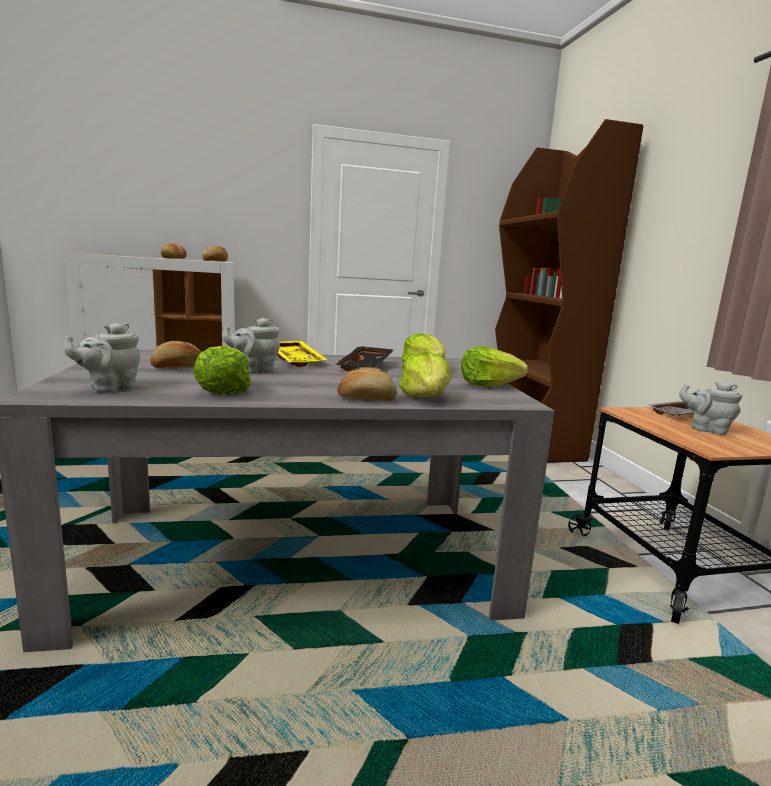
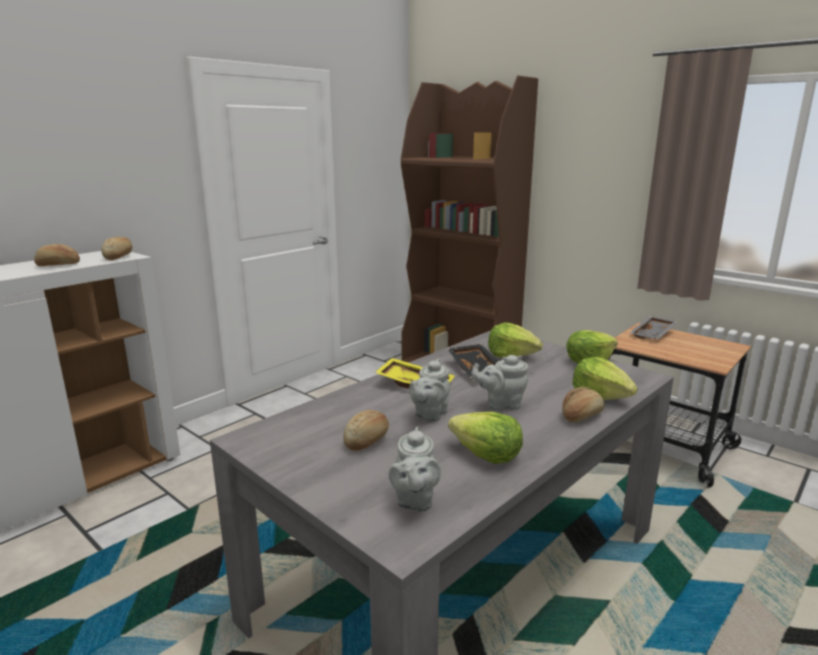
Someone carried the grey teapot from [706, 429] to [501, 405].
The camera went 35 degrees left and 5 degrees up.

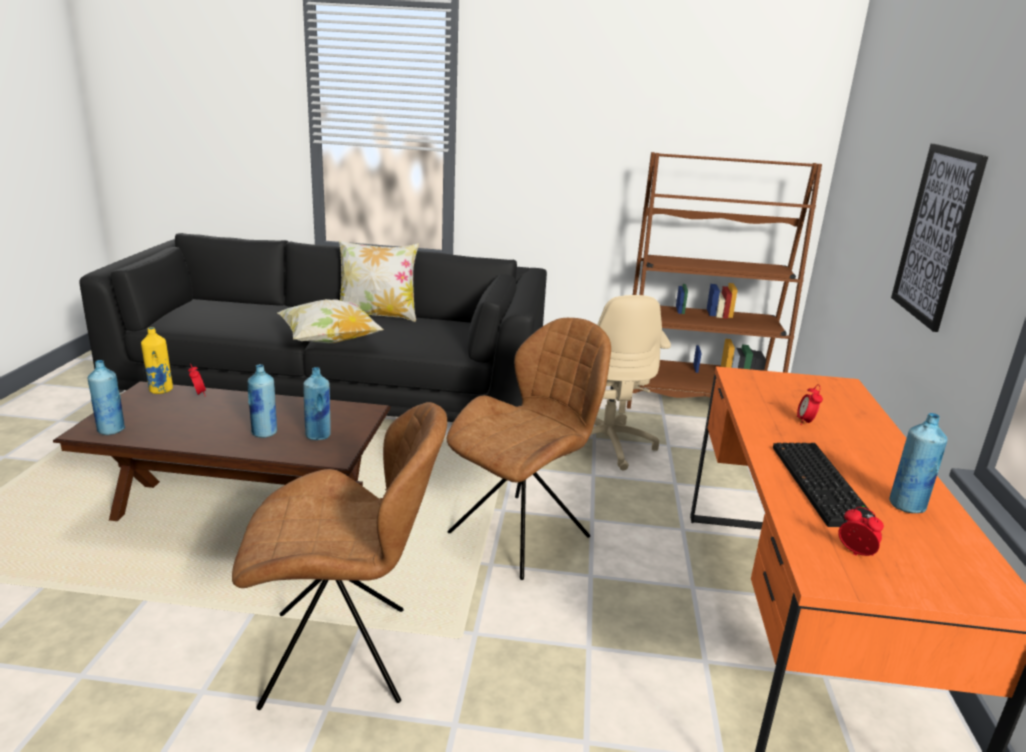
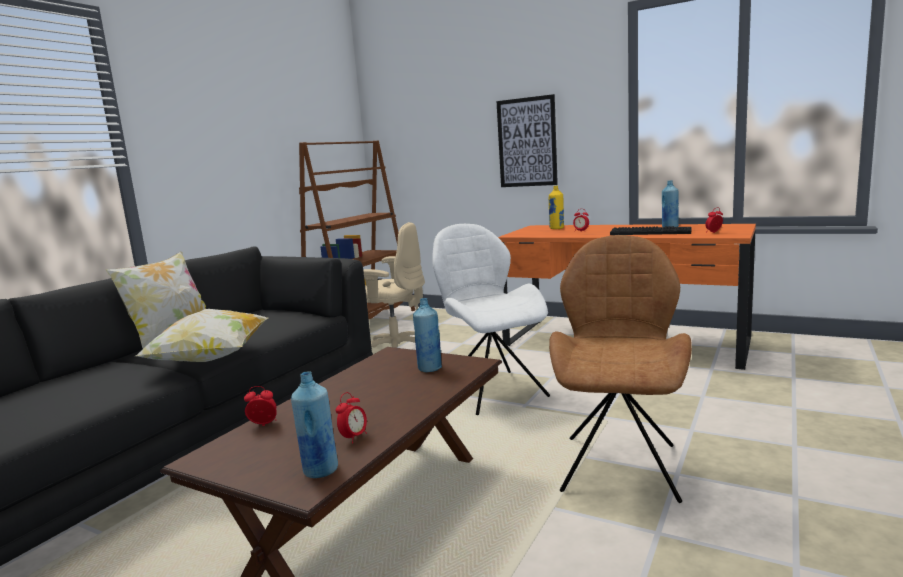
Someone repainted the brown chair at [523, 533], which became the white chair at [492, 390].
Someone carried the yellow bottle from [160, 390] to [556, 228].
Someone took away the blue bottle at [264, 433].
Someone put down the alarm clock at [354, 437].
The camera went 65 degrees left and 10 degrees down.

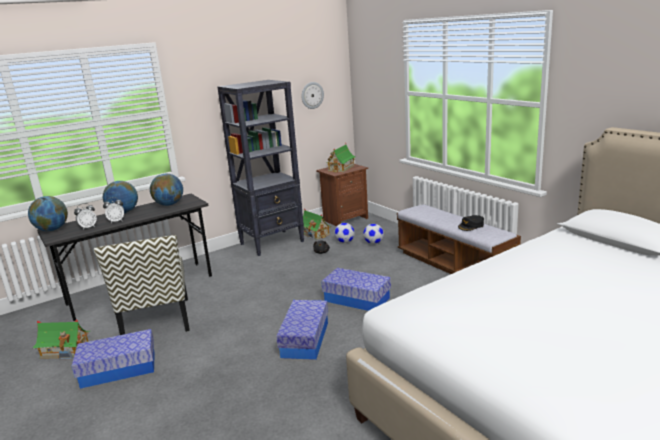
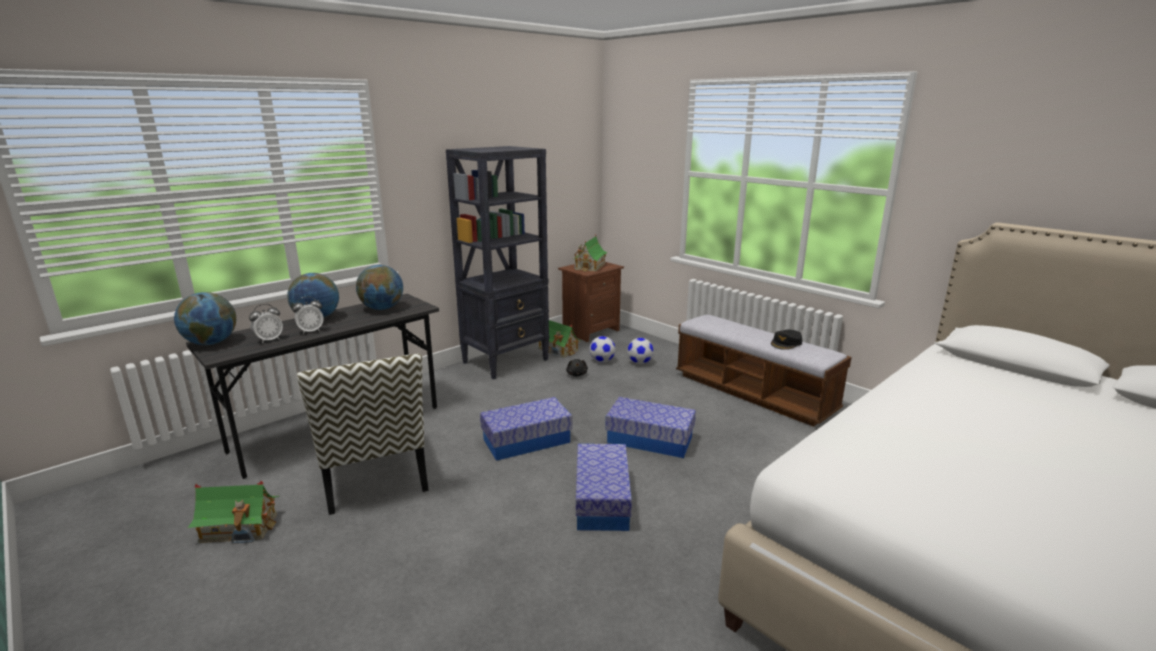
Someone took away the wall clock at [312, 95].
Someone carried the storage box from [119, 369] to [526, 441].
The camera went 10 degrees left and 0 degrees up.

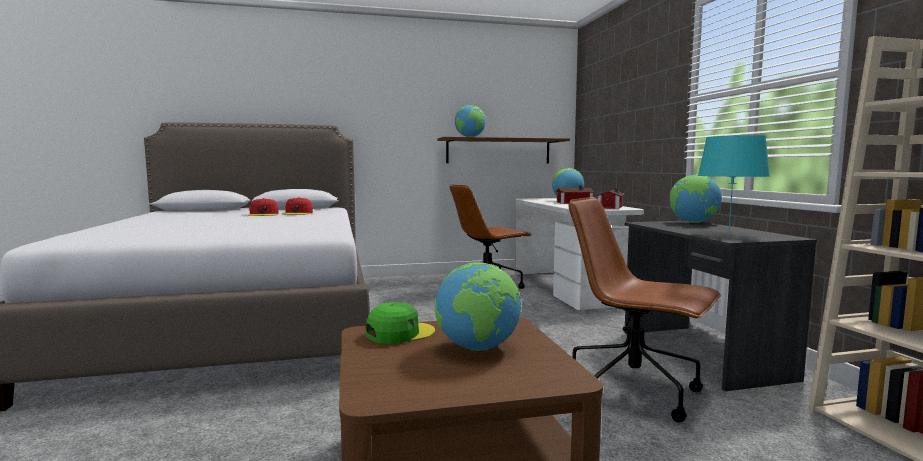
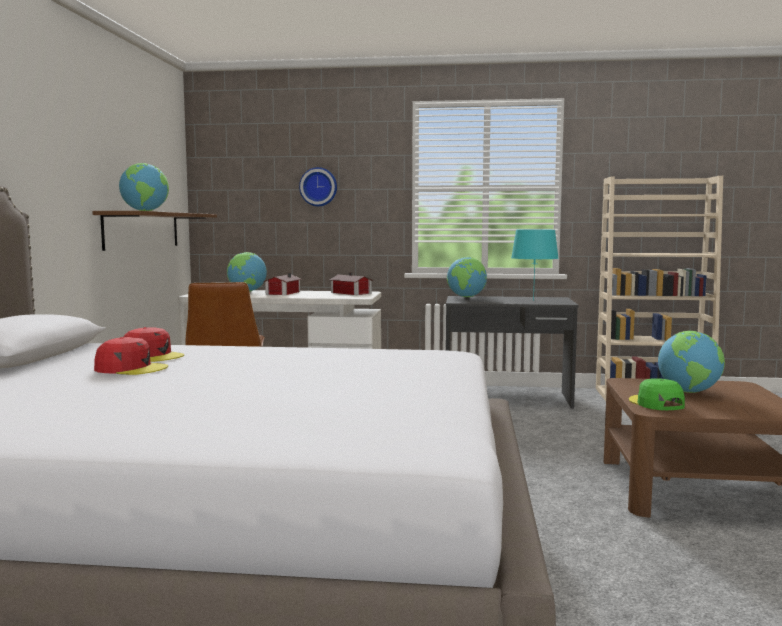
Someone took away the brown office chair at [635, 392].
Someone put up the wall clock at [318, 187].
The camera went 70 degrees left and 0 degrees up.

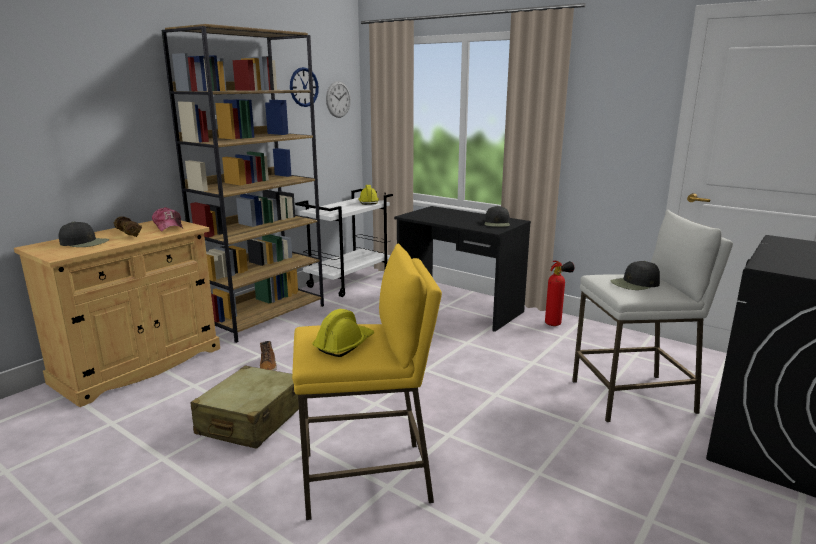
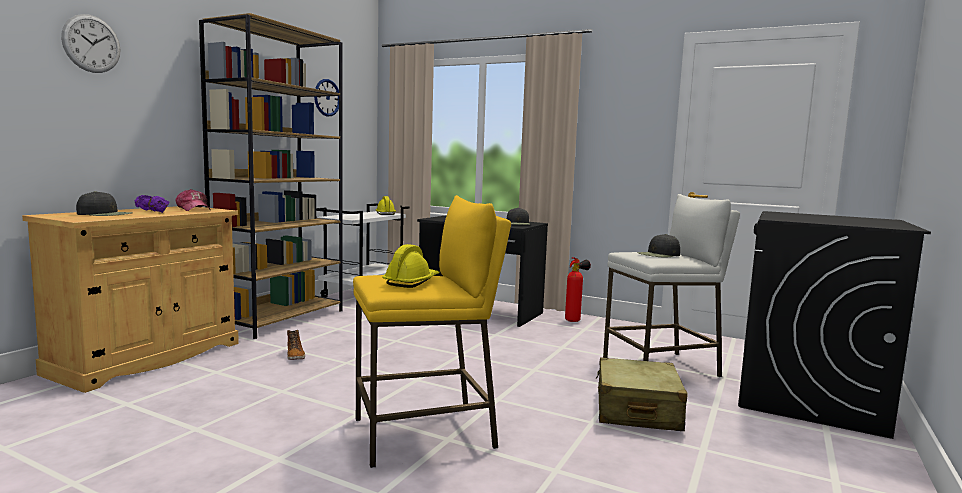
Someone carried the wall clock from [338, 99] to [91, 44].
Someone repainted the brown dumbbell at [128, 233], which became the purple dumbbell at [151, 211].
Someone carried the beige suitcase from [251, 420] to [637, 410].
The camera went 10 degrees left and 10 degrees down.

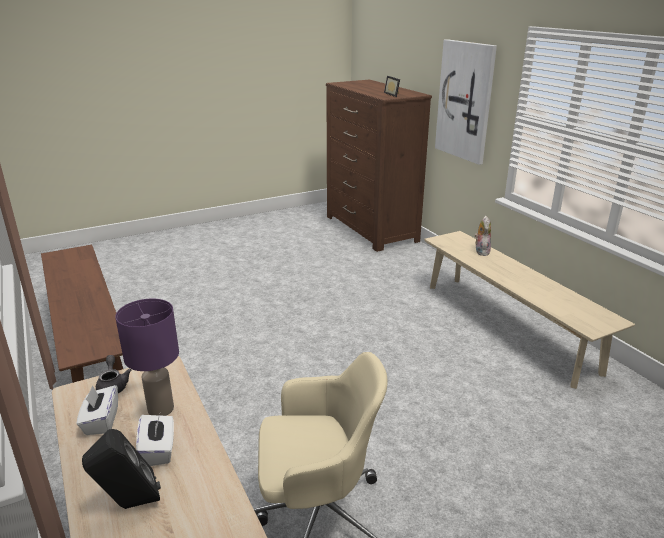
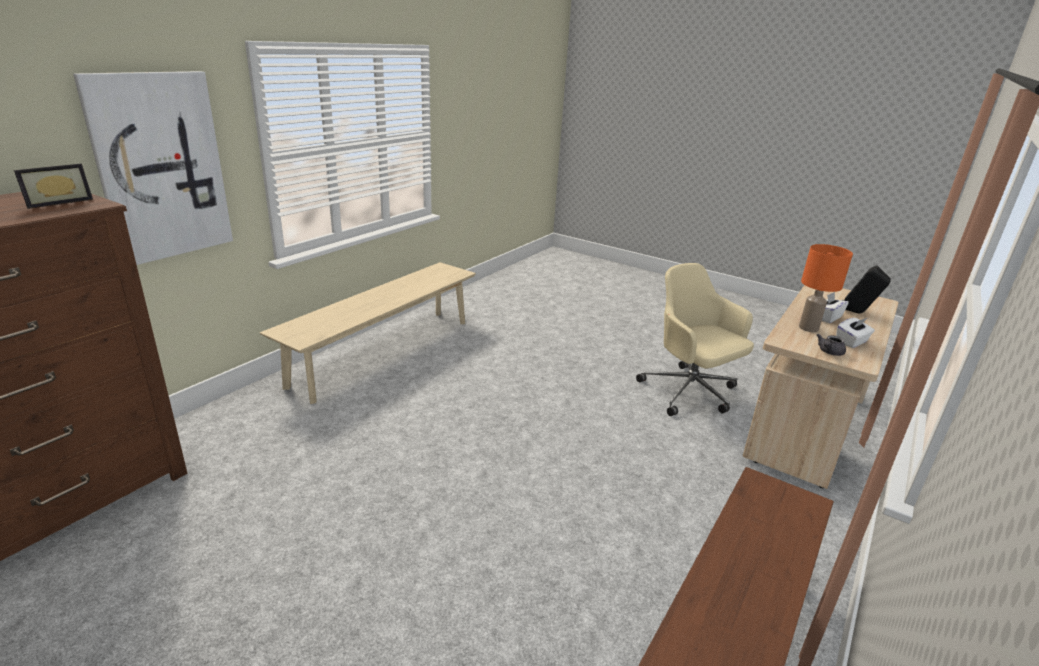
Someone took away the plush toy at [481, 251].
Someone repainted the purple table lamp at [161, 409], which became the orange table lamp at [808, 328].
The camera went 120 degrees left and 0 degrees up.

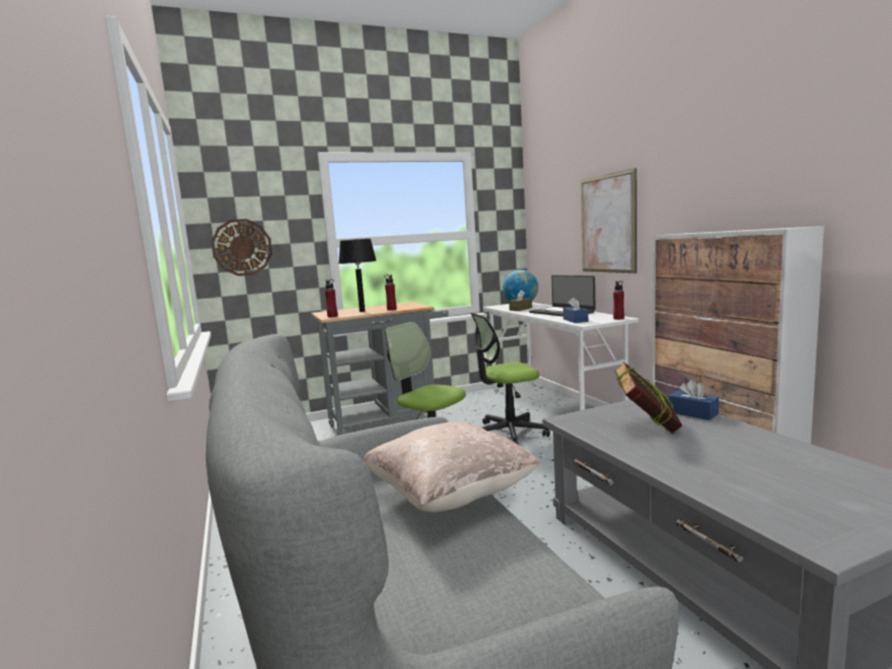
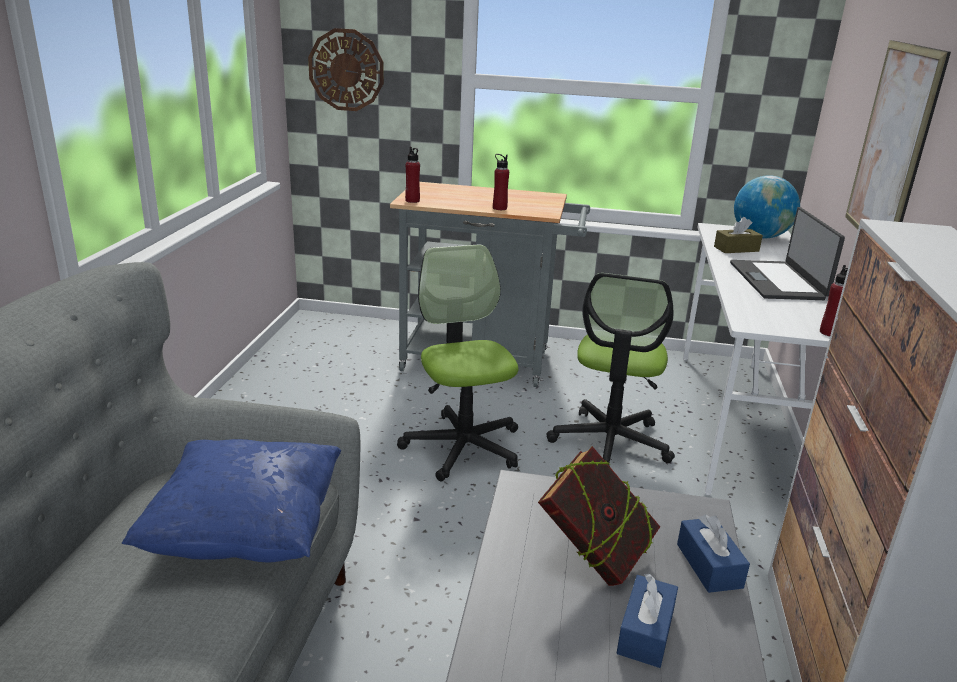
Someone took away the black table lamp at [362, 311].
Someone carried the blue tissue box from [575, 320] to [645, 632].
Someone rotated the office chair at [509, 433] by 90 degrees counterclockwise.
Someone repainted the beige pillow at [450, 496], which became the blue pillow at [246, 534].
The camera went 30 degrees right and 15 degrees up.

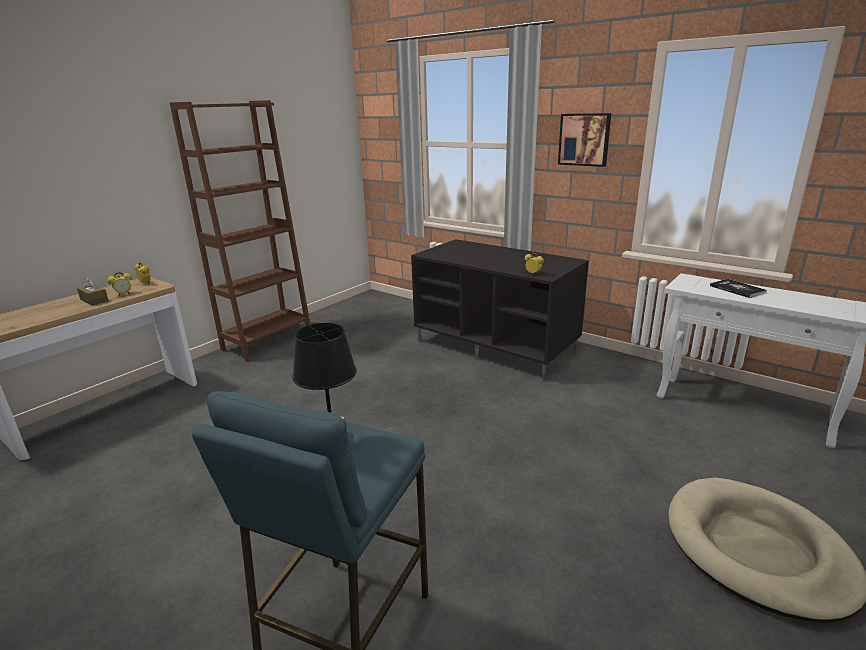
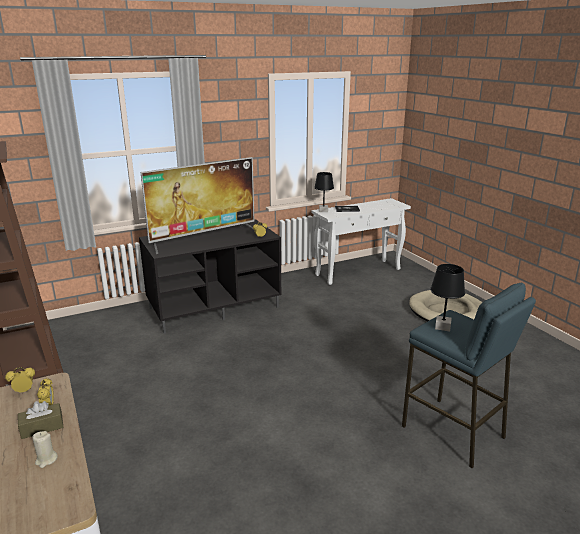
Someone took away the picture at [584, 139].
Someone put down the television at [204, 238].
Someone put down the black table lamp at [323, 211].
Someone put down the beige candle at [46, 460].
The camera went 65 degrees left and 0 degrees up.

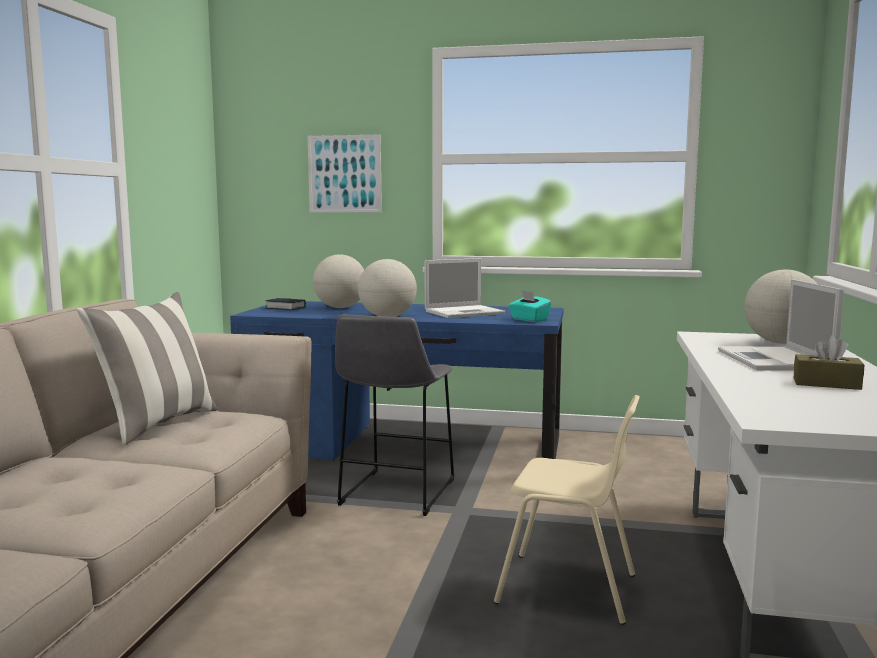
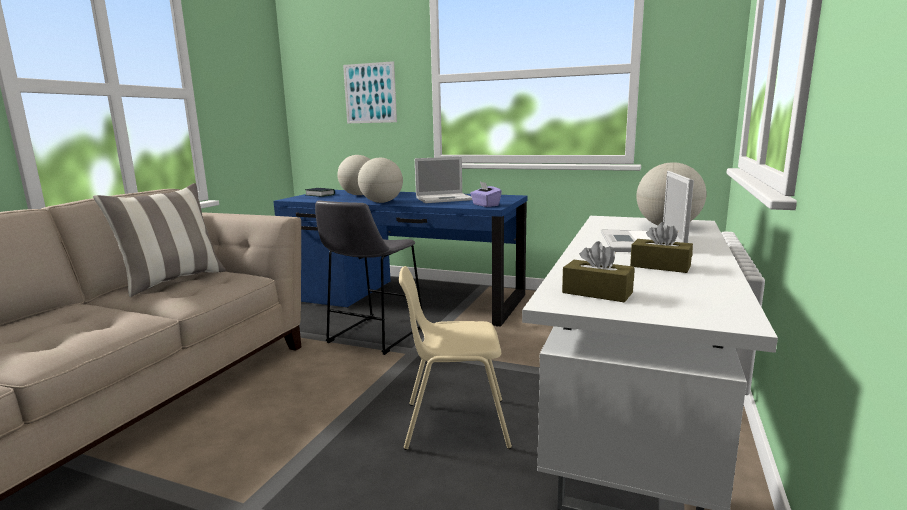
Someone repainted the turquoise tissue box at [529, 320], which became the purple tissue box at [485, 205].
Someone rotated the beige chair at [569, 589] by 150 degrees clockwise.
Someone put down the brown tissue box at [597, 293].
The camera went 10 degrees right and 5 degrees up.

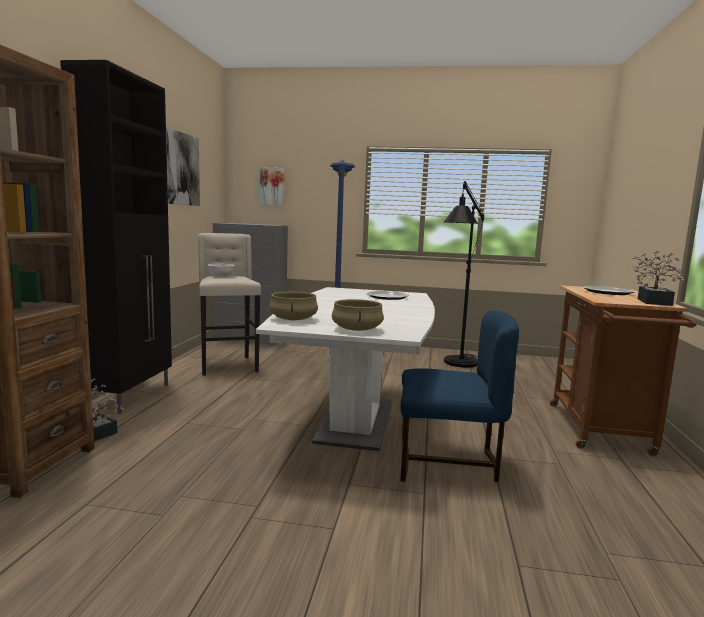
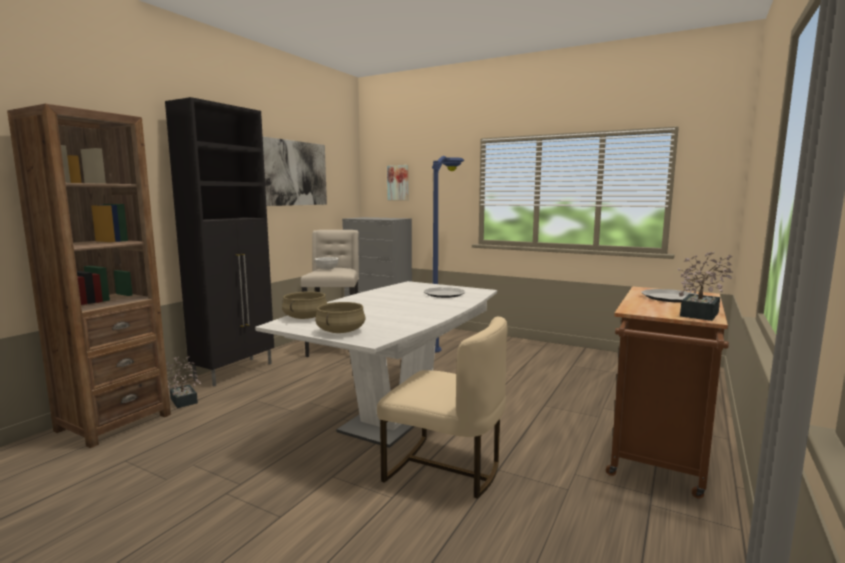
Someone took away the black floor lamp at [458, 364].
Someone repainted the blue chair at [447, 462], which became the beige chair at [445, 469].
The camera went 20 degrees right and 0 degrees up.

